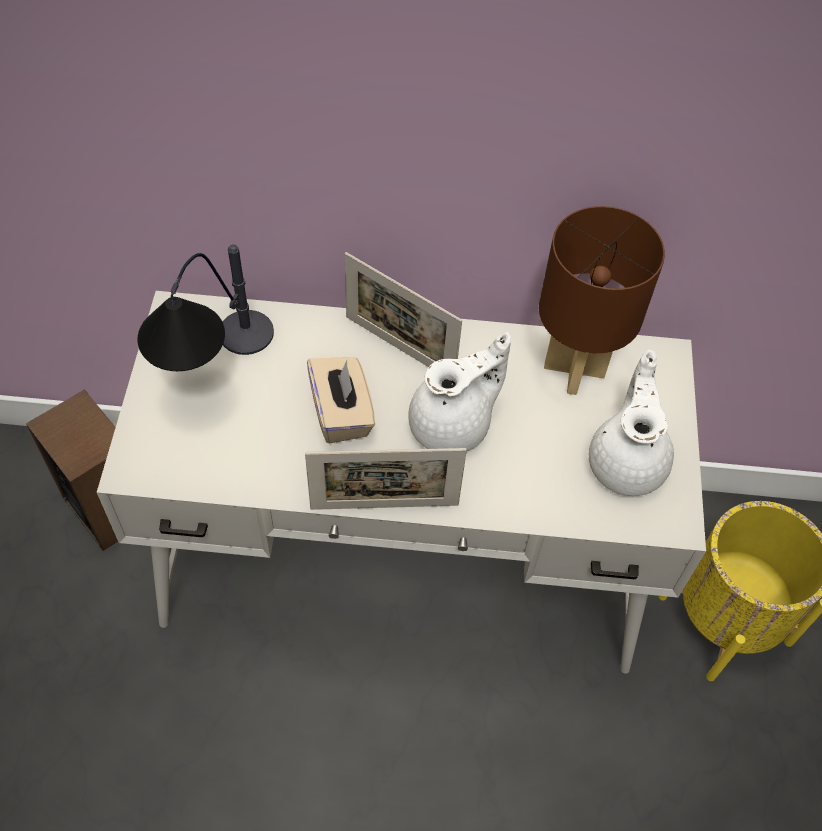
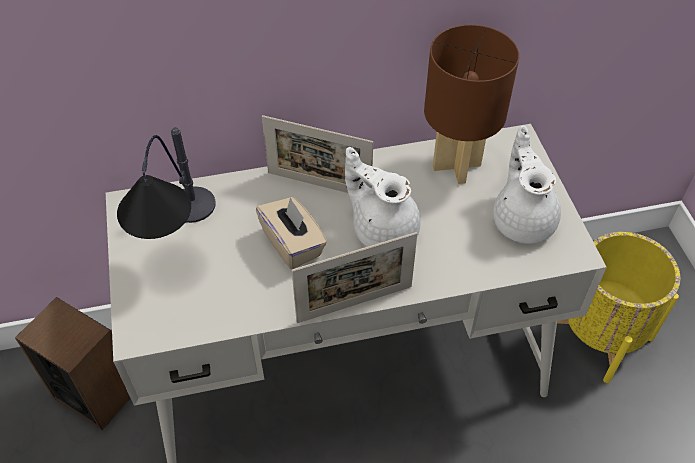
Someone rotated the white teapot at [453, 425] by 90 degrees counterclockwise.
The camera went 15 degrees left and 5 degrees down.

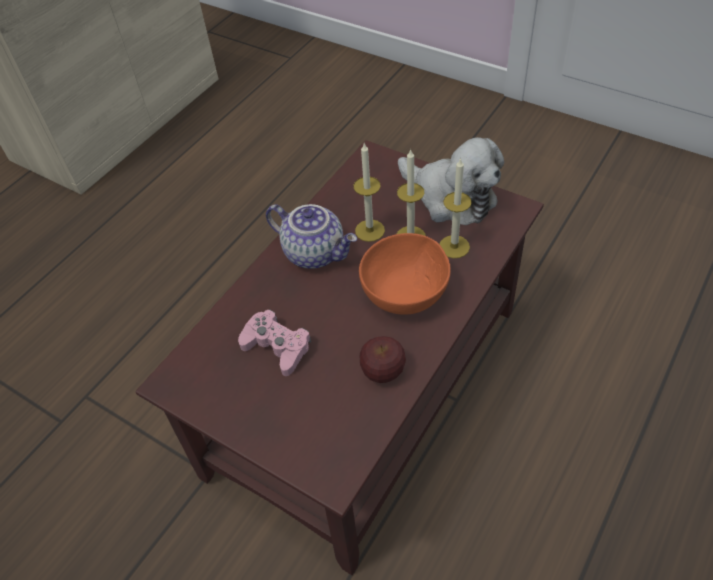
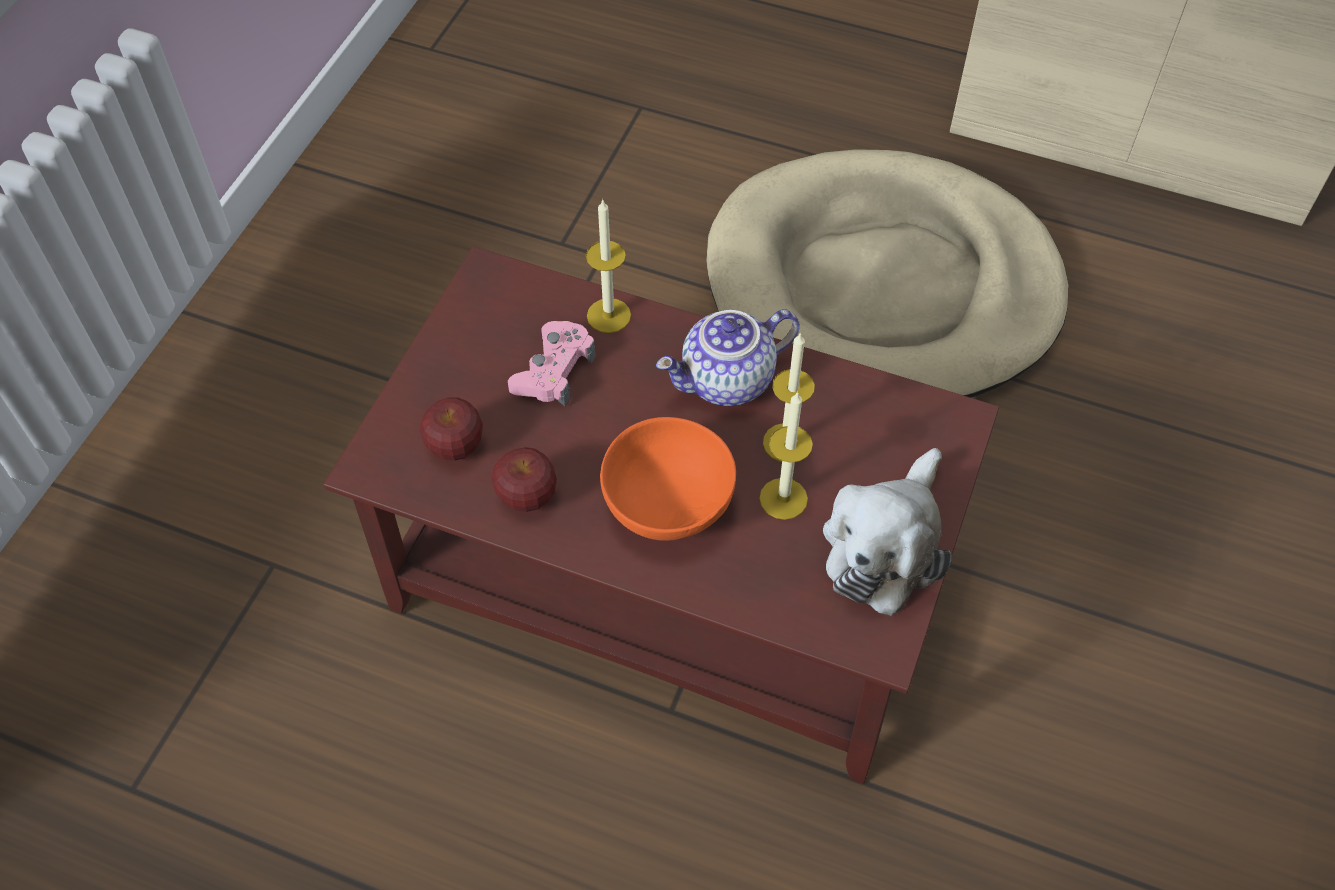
Someone carried the candle from [454, 246] to [609, 315].
Someone rotated the teapot at [315, 252] by 45 degrees clockwise.
Someone put down the beige dog bed at [882, 287].
Someone put down the apple at [456, 446].
The camera went 75 degrees right and 5 degrees up.

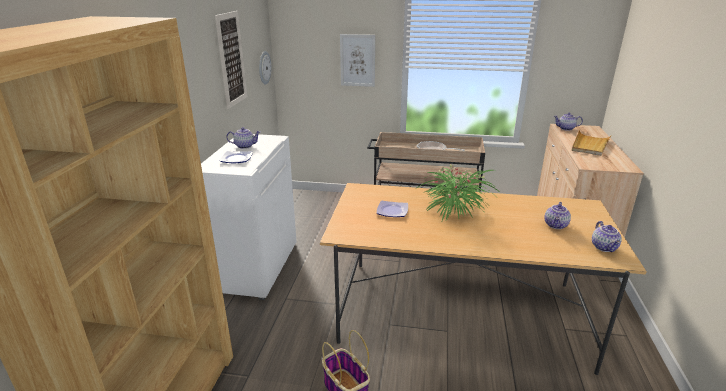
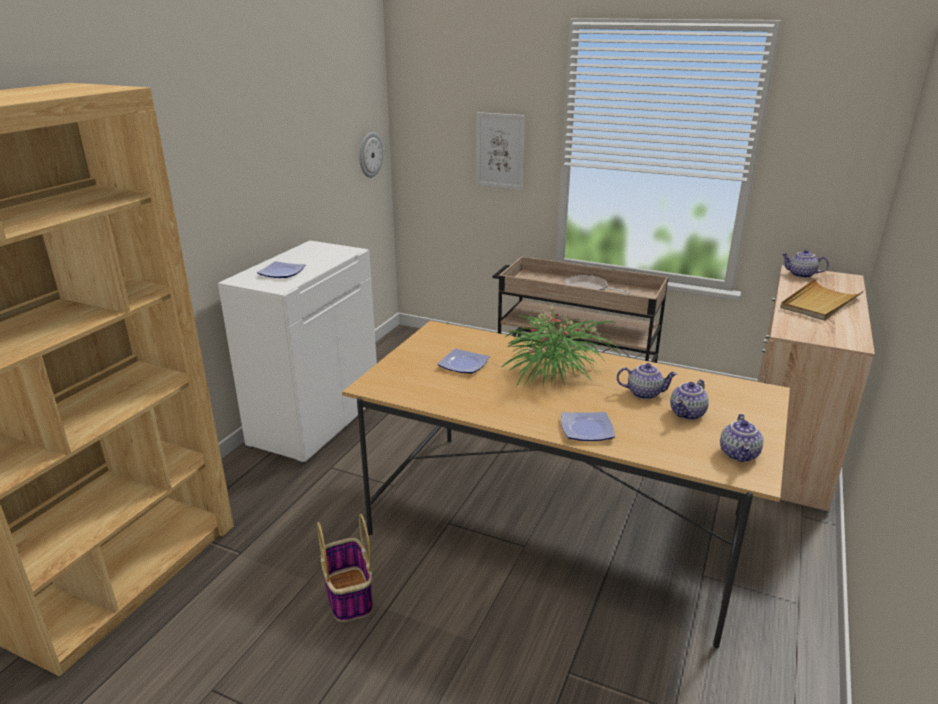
Someone took away the picture at [231, 59].
Someone carried the teapot from [245, 146] to [644, 393].
Someone put down the plate at [587, 429].
The camera went 15 degrees right and 0 degrees up.

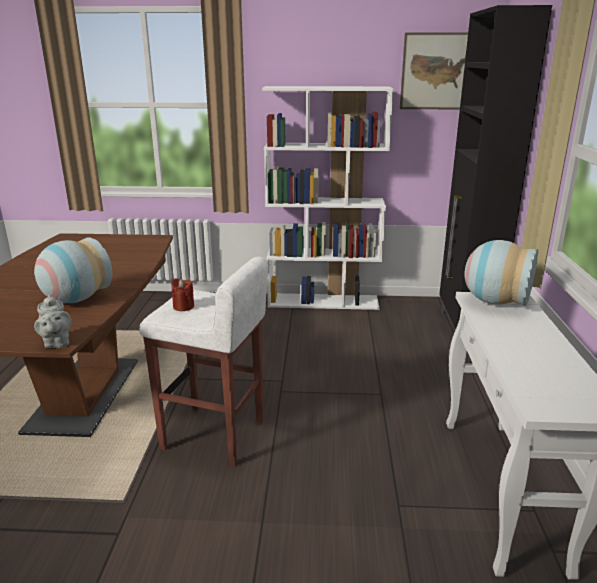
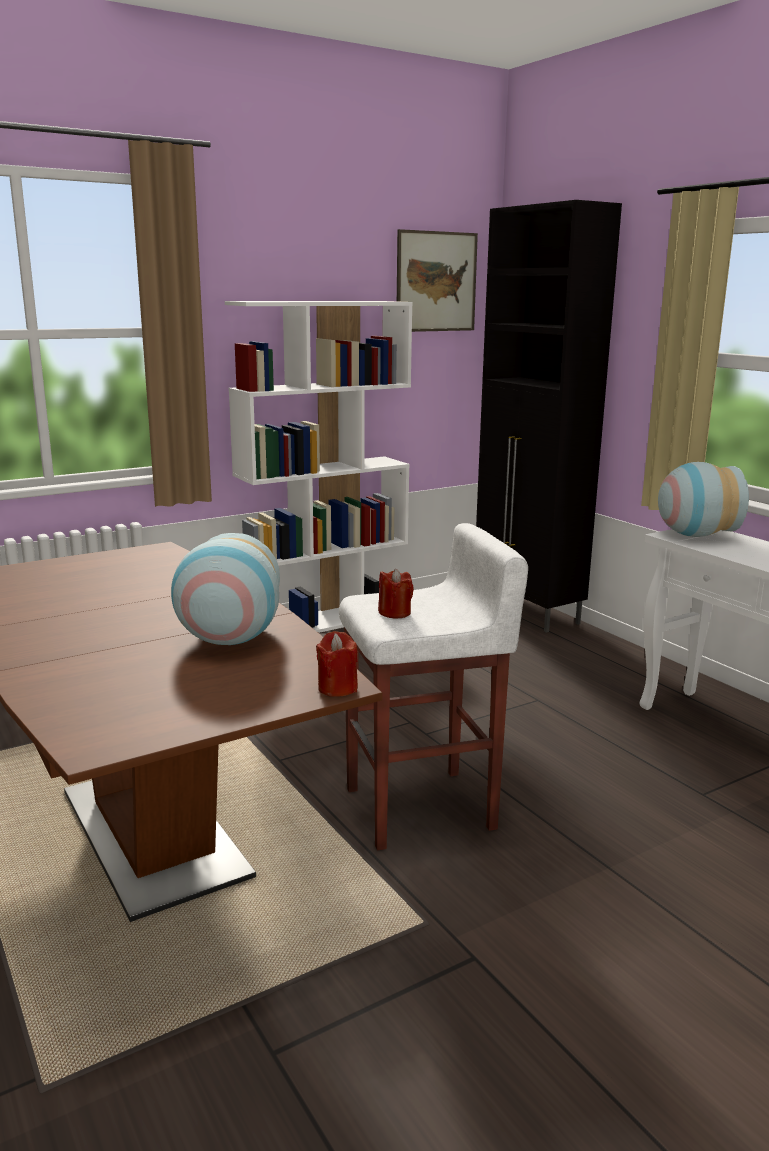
Someone swapped the grey teapot at [57, 343] for the red candle at [337, 688].
The camera went 35 degrees left and 5 degrees down.

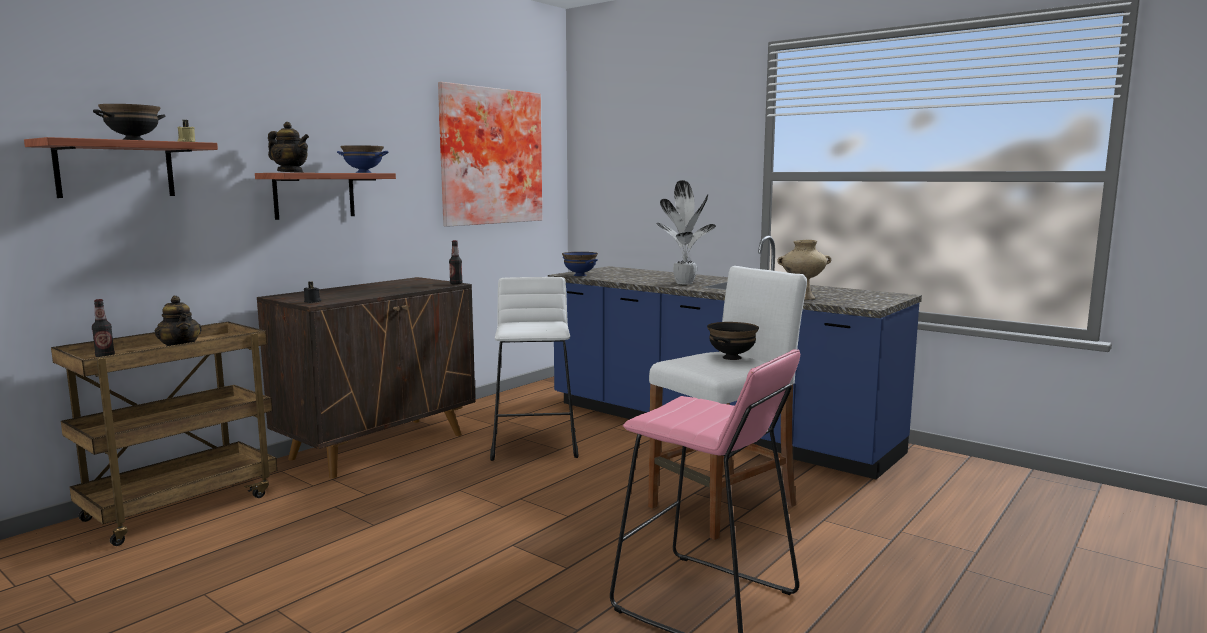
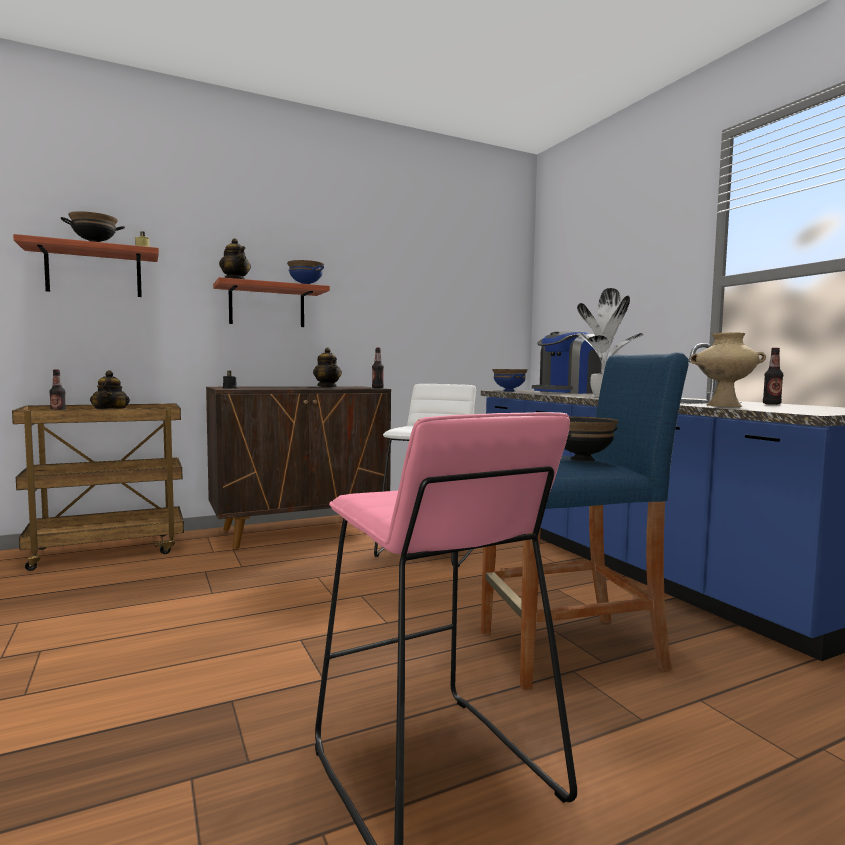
Someone took away the picture at [489, 156].
Someone repainted the white stool at [722, 507], which became the blue stool at [570, 650].
Someone put down the coffee machine at [568, 392].
Someone put down the teapot at [327, 387].
Someone put down the bottle at [771, 404].
The camera went 25 degrees right and 5 degrees down.

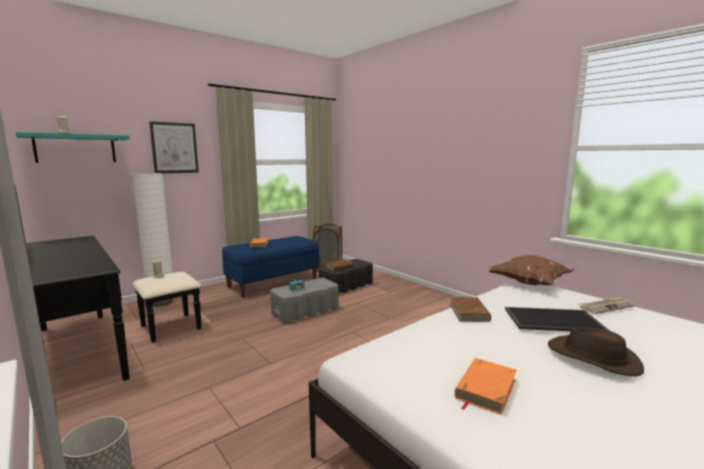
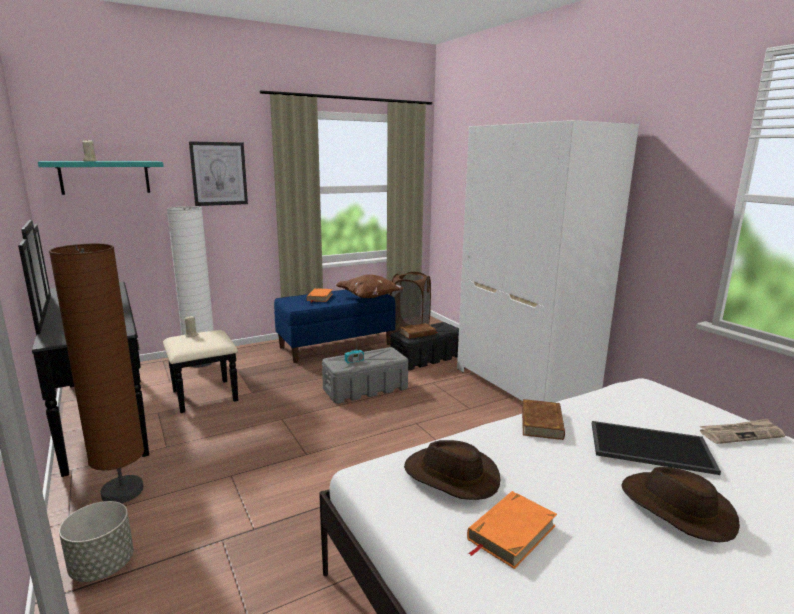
Someone carried the brown pillow from [529, 283] to [369, 297].
Someone put down the white wardrobe at [525, 384].
Someone put down the brown floor lamp at [122, 492].
Someone put down the brown hat at [451, 476].
The camera went 10 degrees right and 5 degrees up.

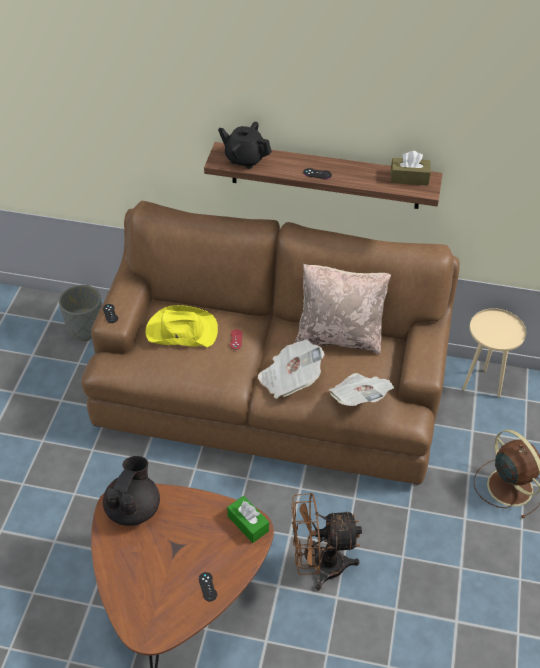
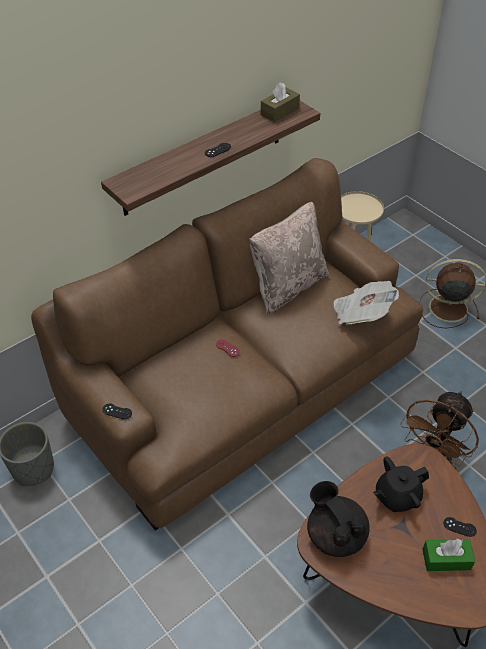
Someone carried the black teapot from [245, 159] to [397, 496].
Someone took away the yellow hat at [181, 331].
Someone took away the newspaper at [290, 379].
Someone carried the green tissue box from [248, 523] to [446, 559].
The camera went 50 degrees left and 0 degrees up.

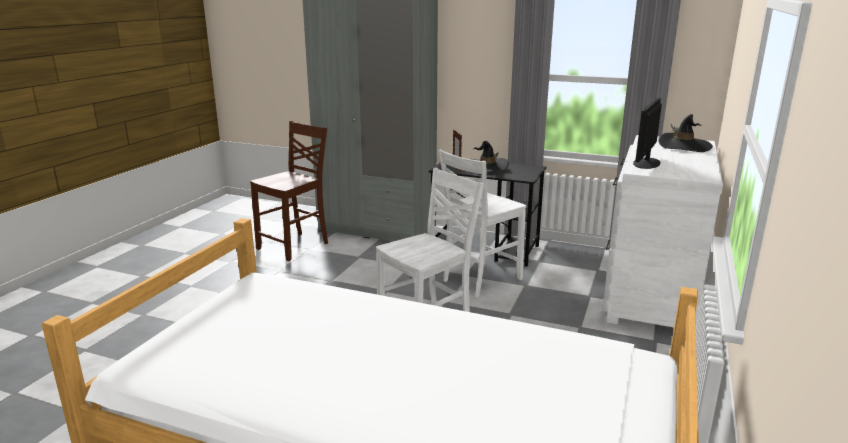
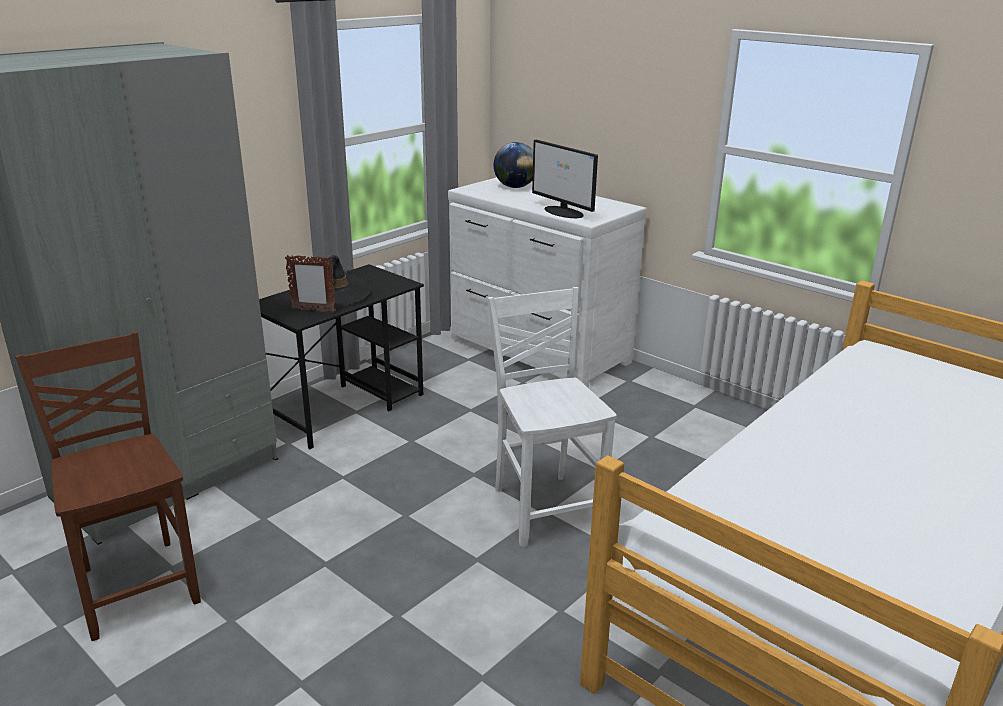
Someone swapped the black hat at [684, 146] for the globe at [515, 187].
Someone took away the white chair at [479, 280].
The camera went 70 degrees left and 5 degrees up.

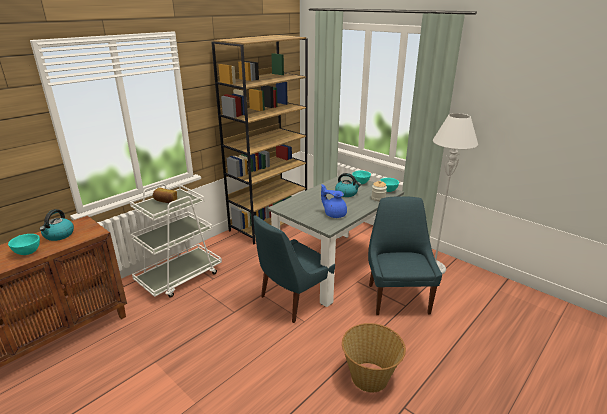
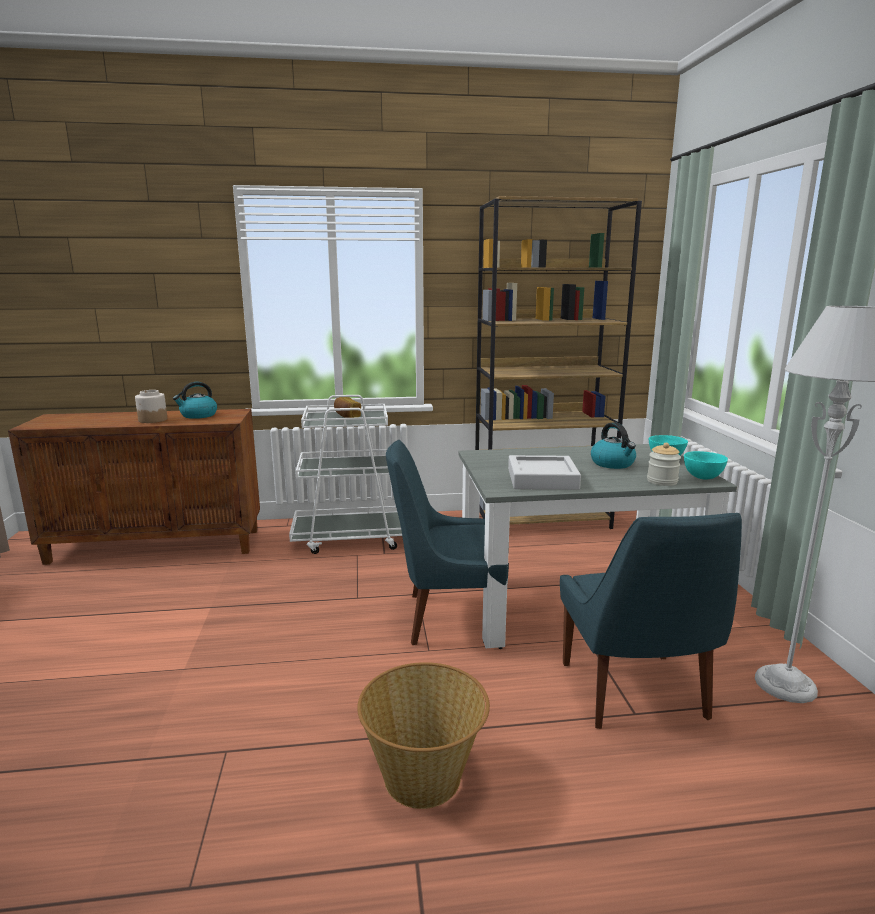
Someone swapped the blue teapot at [334, 214] for the grey tray at [542, 479].
Someone rotated the blue chair at [397, 297] by 135 degrees clockwise.
Someone swapped the turquoise bowl at [27, 252] for the jar at [152, 420].
The camera went 40 degrees right and 10 degrees down.

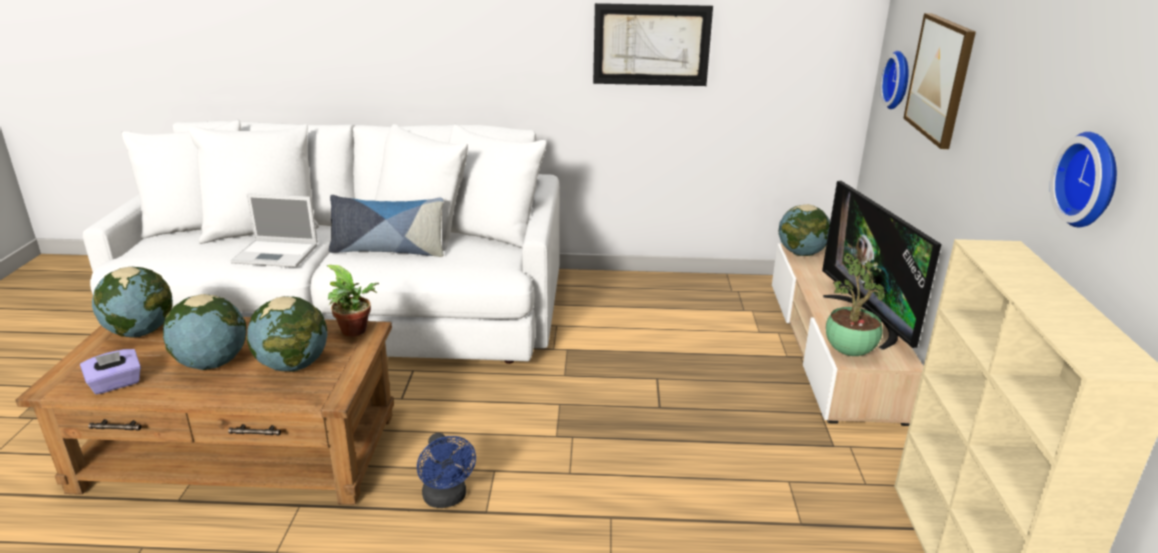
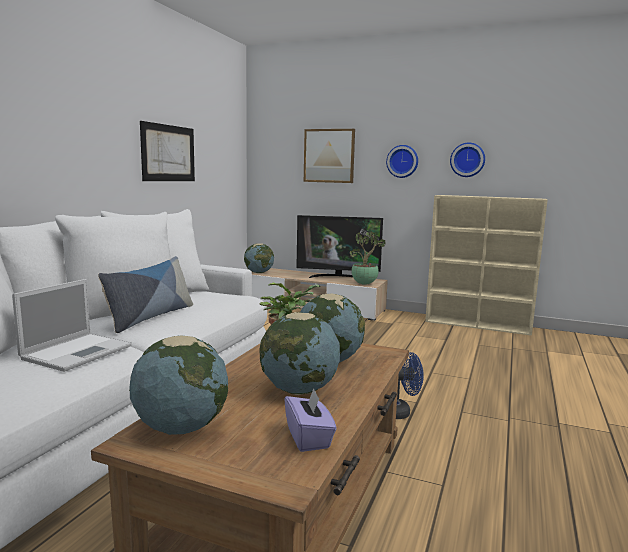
Someone carried the wall clock from [899, 80] to [402, 161].
The camera went 70 degrees left and 15 degrees down.

